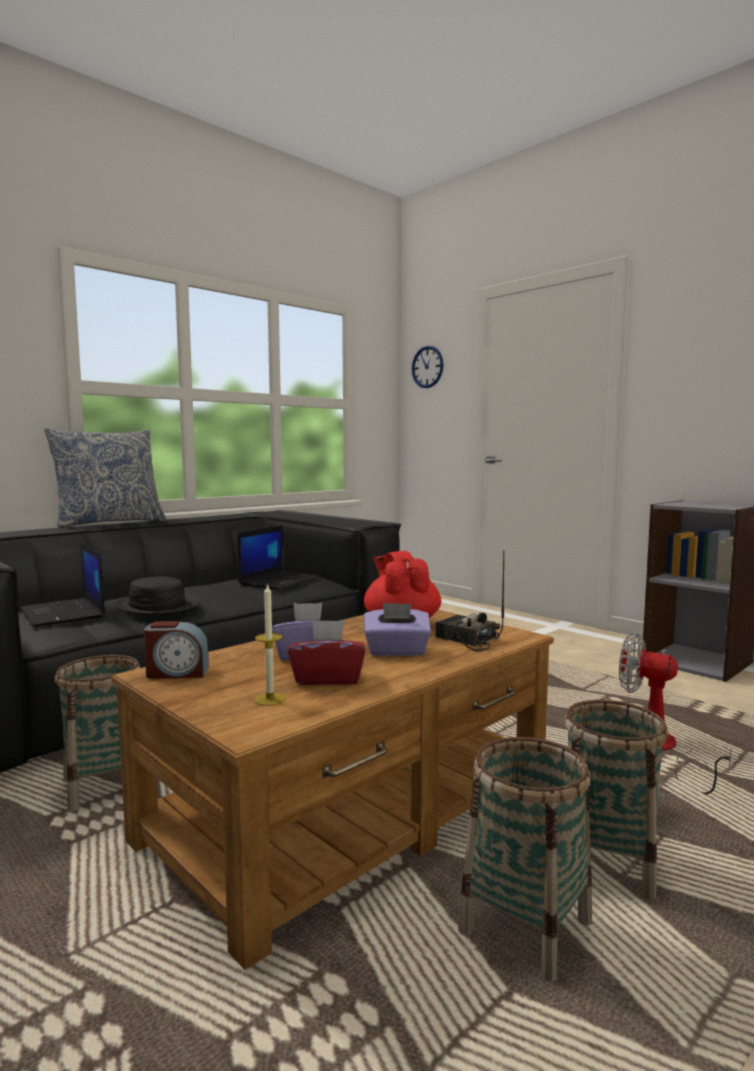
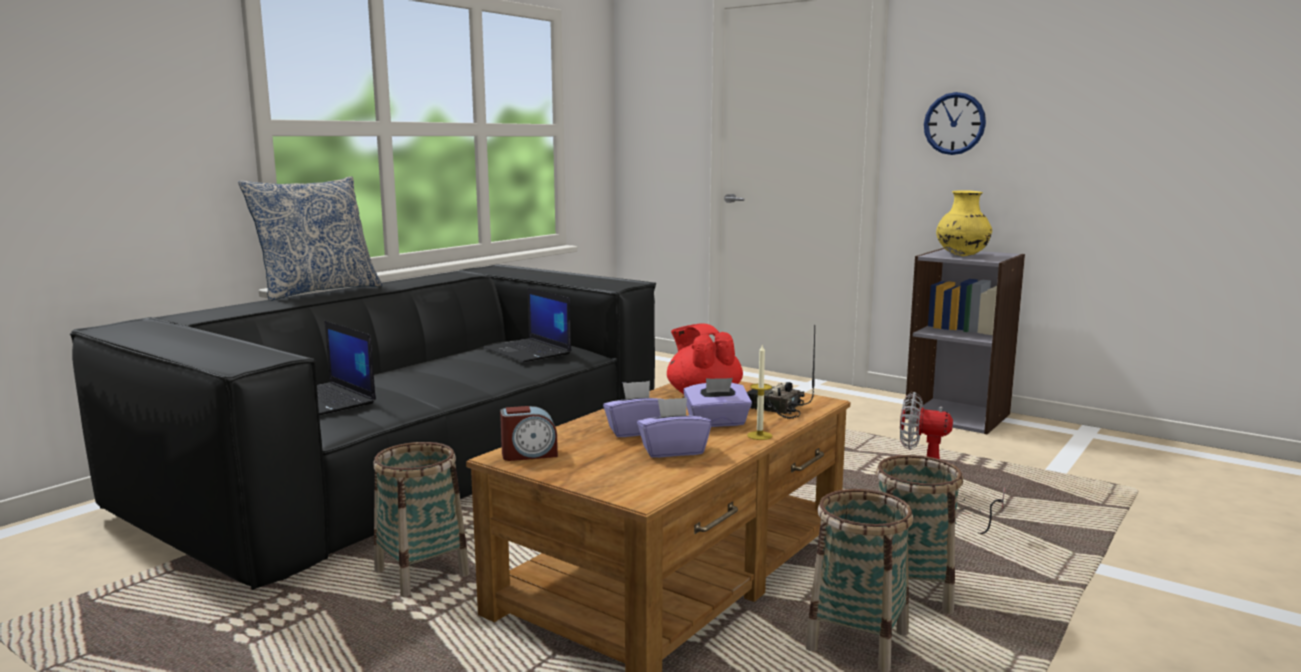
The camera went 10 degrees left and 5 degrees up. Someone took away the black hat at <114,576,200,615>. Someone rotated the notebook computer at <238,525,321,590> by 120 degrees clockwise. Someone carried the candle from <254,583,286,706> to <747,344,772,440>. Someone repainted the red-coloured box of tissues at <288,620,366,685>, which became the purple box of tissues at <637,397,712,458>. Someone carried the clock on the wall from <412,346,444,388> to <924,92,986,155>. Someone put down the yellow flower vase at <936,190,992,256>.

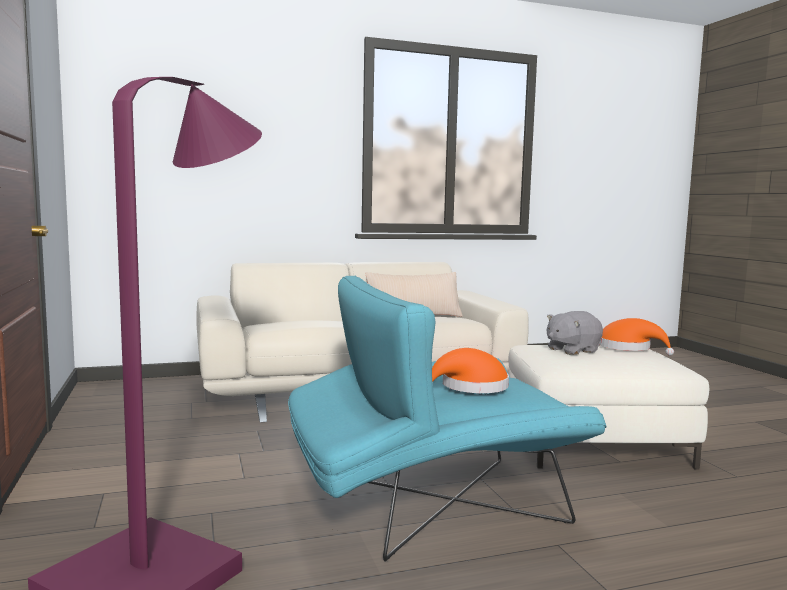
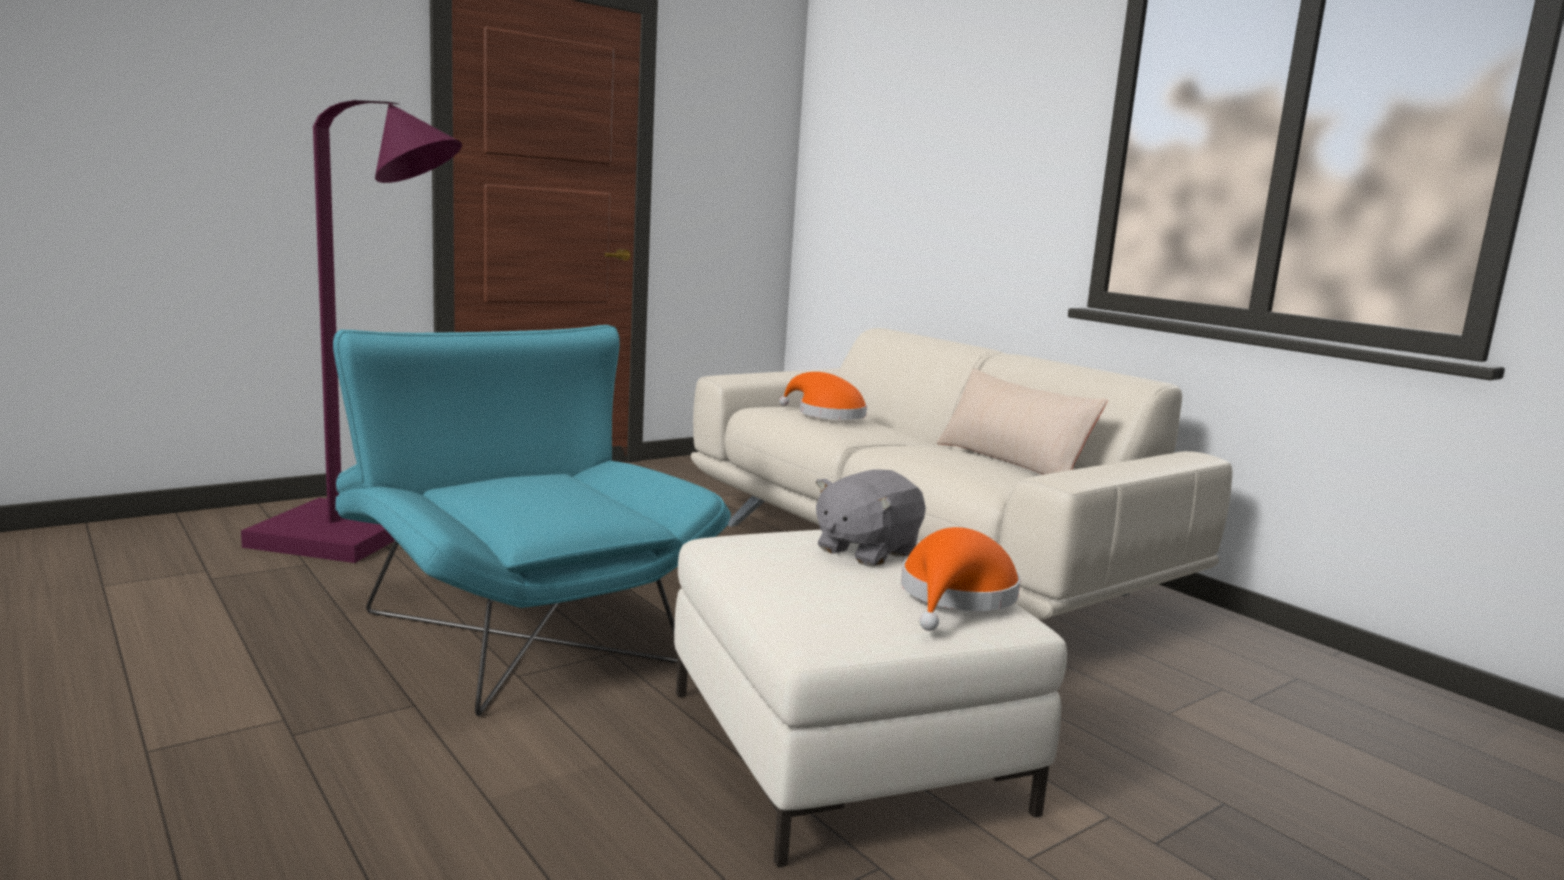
The camera went 70 degrees right and 5 degrees up. Someone carried the orangey hat from <432,348,509,393> to <779,372,867,420>. Someone rotated the grey soft toy at <547,311,603,355> by 90 degrees counterclockwise.

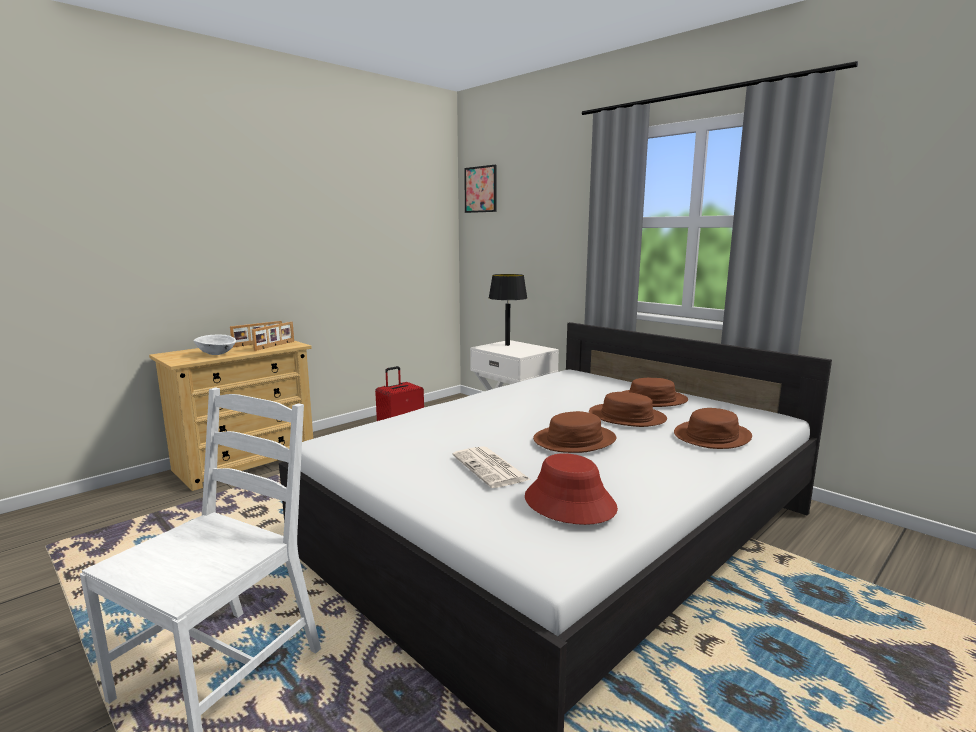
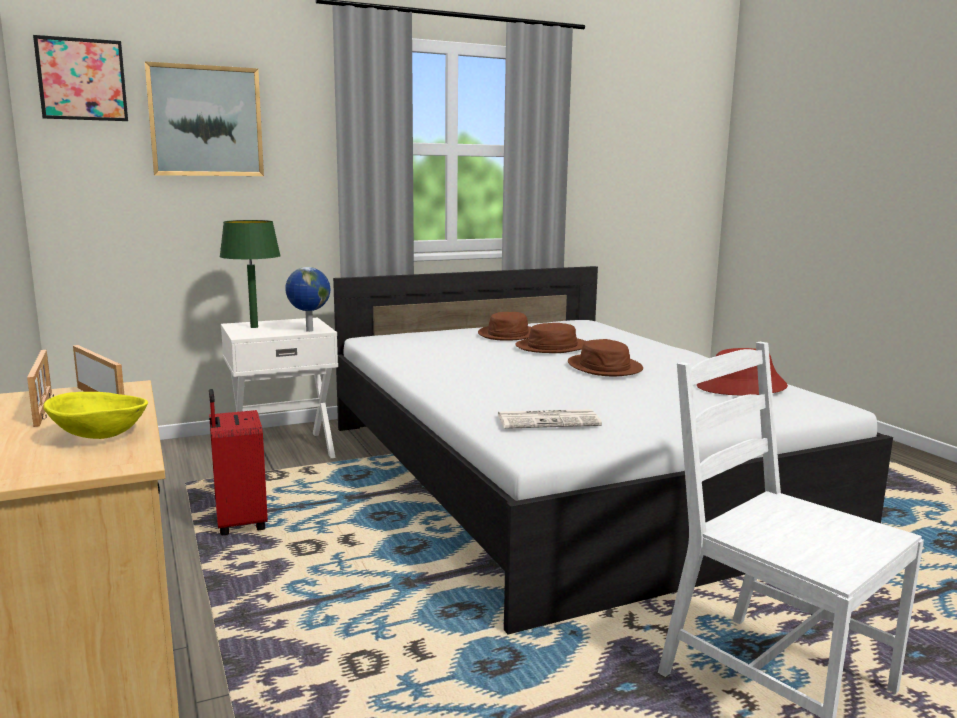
The camera went 70 degrees left and 0 degrees up. Someone repainted the white-coloured deep dish at <194,334,236,355>, which became the yellow deep dish at <43,392,148,439>. Someone carried the newspaper from <452,446,531,488> to <498,409,602,429>. Someone repainted the black lamp for a table at <489,274,527,346>, which became the green lamp for a table at <219,220,281,328>. Someone took away the brown-coloured hat at <674,408,752,449>. Someone put up the wall art at <144,61,264,176>. Someone put down the desk globe at <285,267,330,332>.

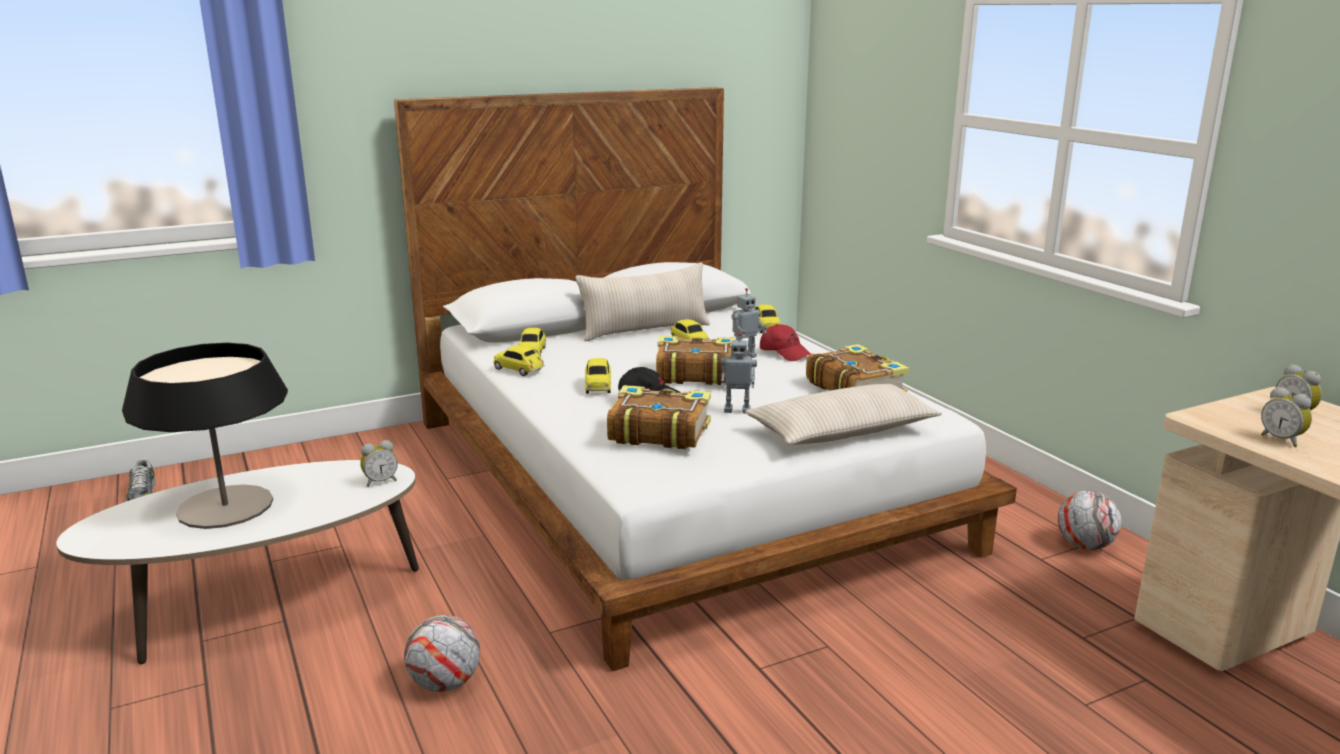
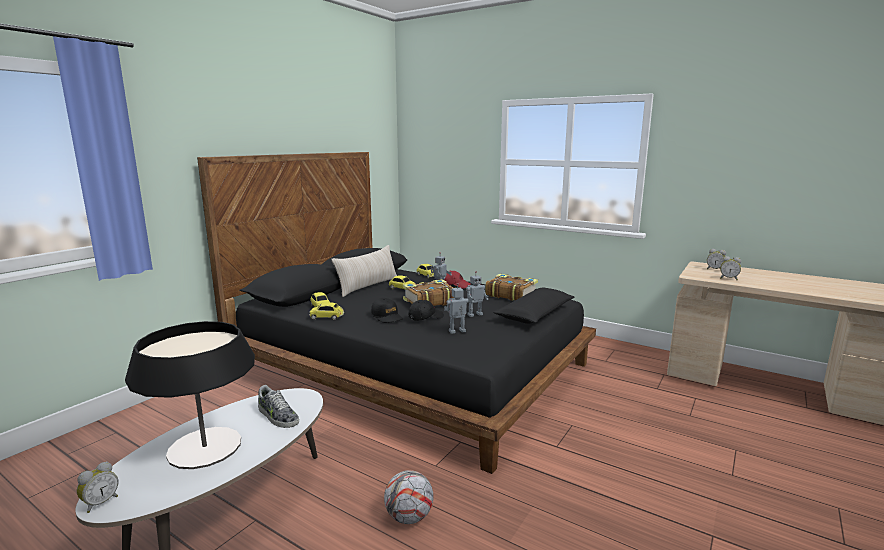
The camera went 30 degrees left and 5 degrees down. Someone carried the item of footwear from <126,458,156,501> to <258,385,299,428>. Someone carried the bedside clock from <360,440,398,487> to <77,461,119,513>. Someone repainted the white-coloured sleeping bed at <394,87,1017,671>, which became the black sleeping bed at <197,152,596,474>. Someone swapped the model car at <585,358,611,394> for the black cap at <371,298,403,323>. Someone swapped the volume at <607,385,711,450> for the model robot at <444,283,469,334>. Someone repainted the sand-coloured pillow at <745,384,942,445>, which became the black pillow at <493,288,574,324>. Someone took away the football ball at <1058,491,1121,550>.

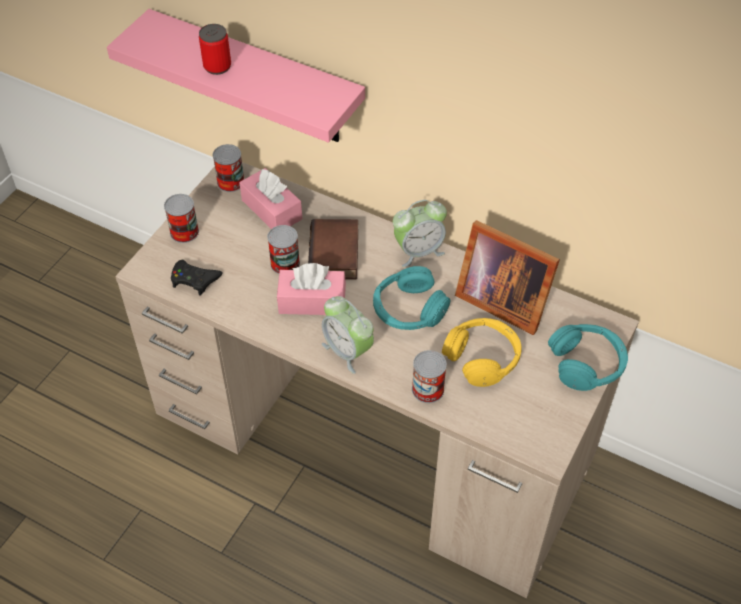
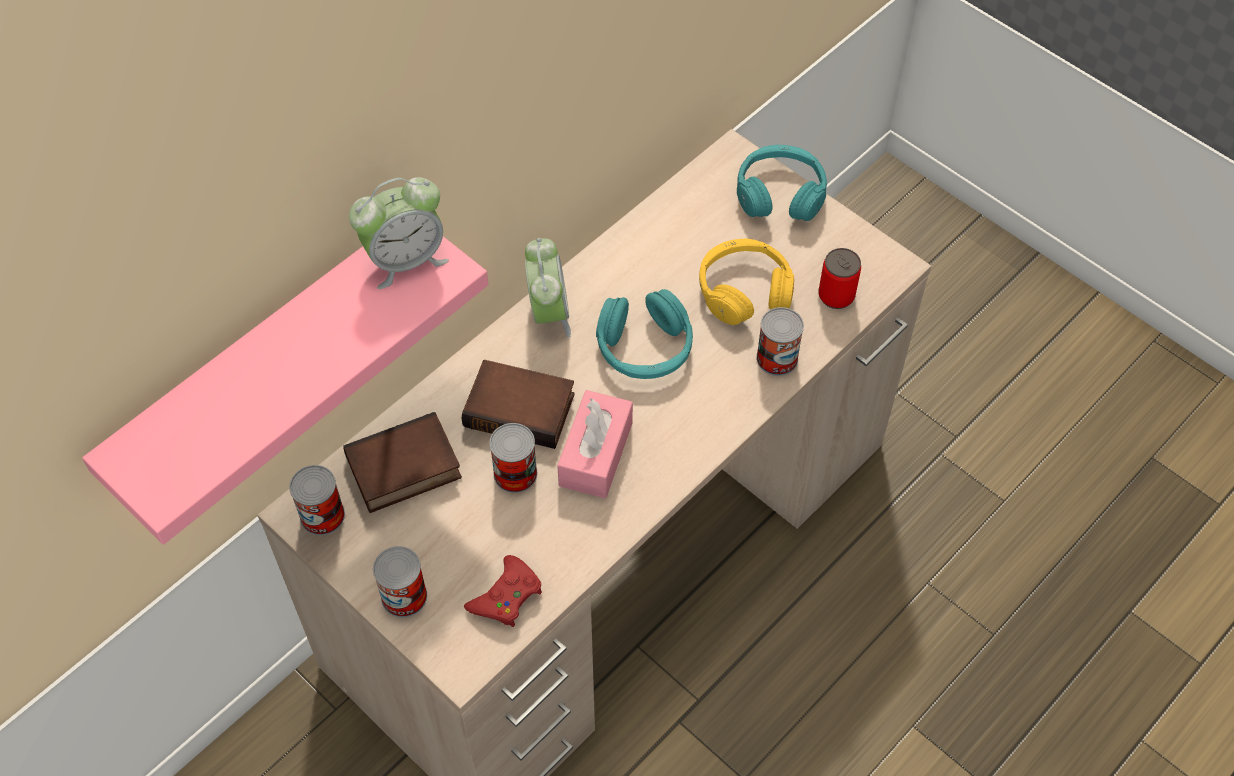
The camera went 75 degrees left and 5 degrees up. Someone repainted the black gamepad at <171,260,222,296>, which became the red-coloured gamepad at <464,555,542,627>. Someone carried the sealed can from <199,24,231,75> to <818,248,861,309>. Someone swapped the pinkish box of tissues at <239,168,302,229> for the volume at <343,412,462,513>. Someone carried the bedside clock from <322,296,374,374> to <349,177,449,289>. Someone took away the standing frame at <455,220,560,335>.

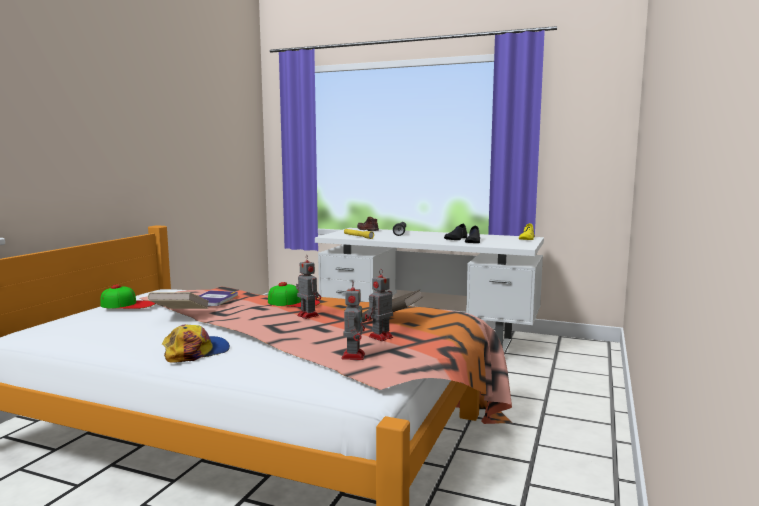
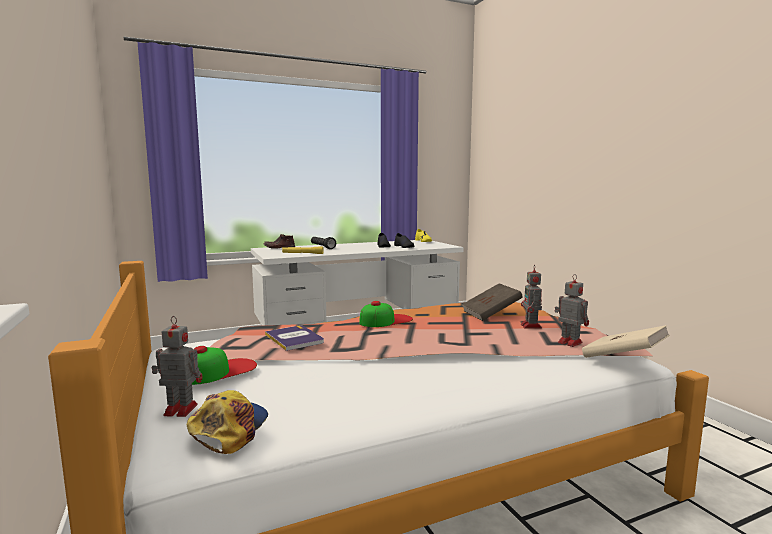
The camera went 45 degrees left and 0 degrees up. Someone carried the sand-coloured volume from <148,292,209,309> to <582,325,670,358>. Someone carried the cap from <162,324,230,363> to <187,390,268,454>. Someone carried the model robot from <296,255,321,319> to <152,316,202,417>.

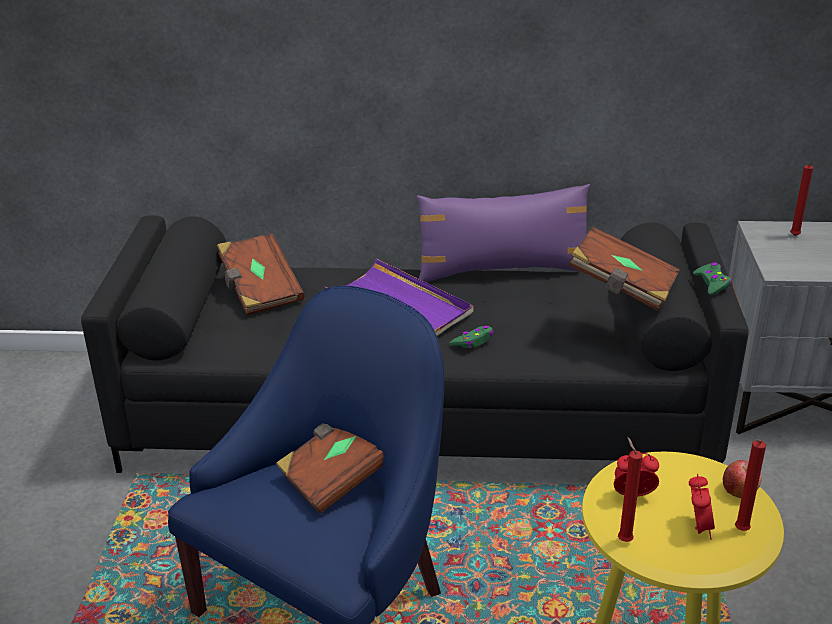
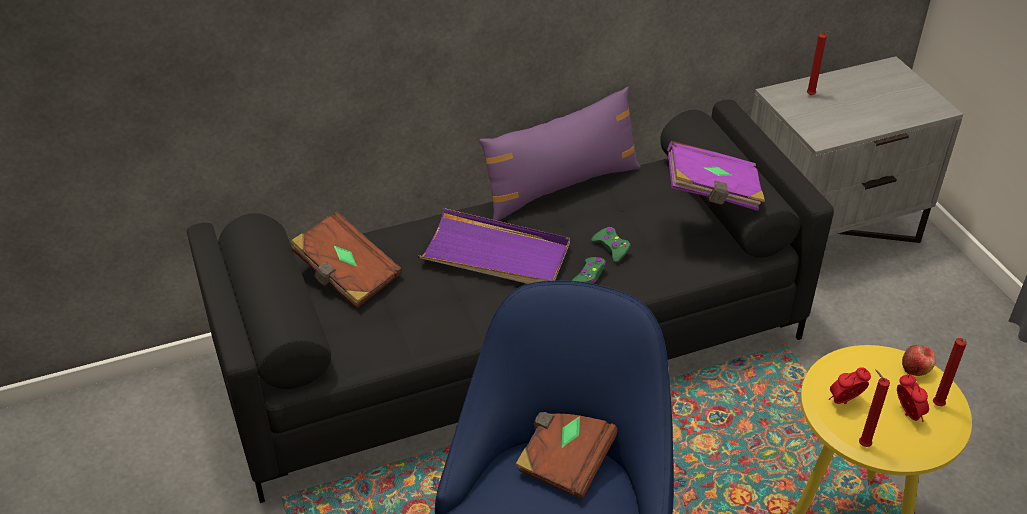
The camera went 25 degrees left and 10 degrees up. Someone repainted the brown-coloured volume at <568,226,680,311>, which became the purple volume at <667,141,765,211>. Someone carried the green gamepad from <693,262,731,295> to <591,227,631,262>.

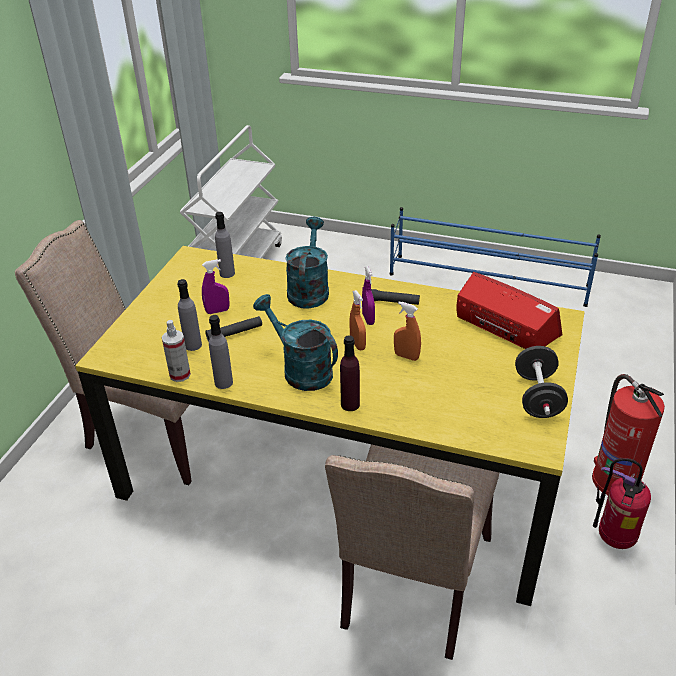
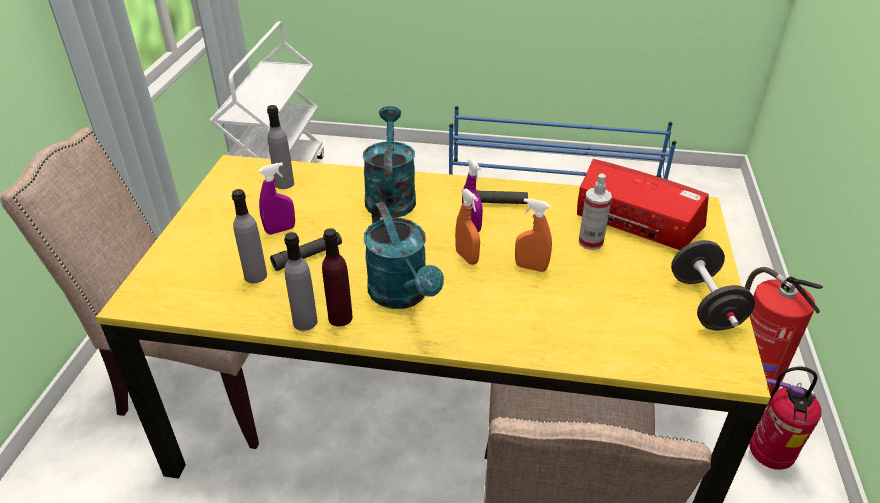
The camera went 10 degrees left and 0 degrees up. Someone carried the sprayer from <162,320,191,382> to <579,173,612,250>. Someone rotated the turquoise sprinkling can at <253,294,338,391> by 150 degrees counterclockwise. Someone carried the purple beverage bottle from <340,335,360,411> to <322,228,353,326>.

